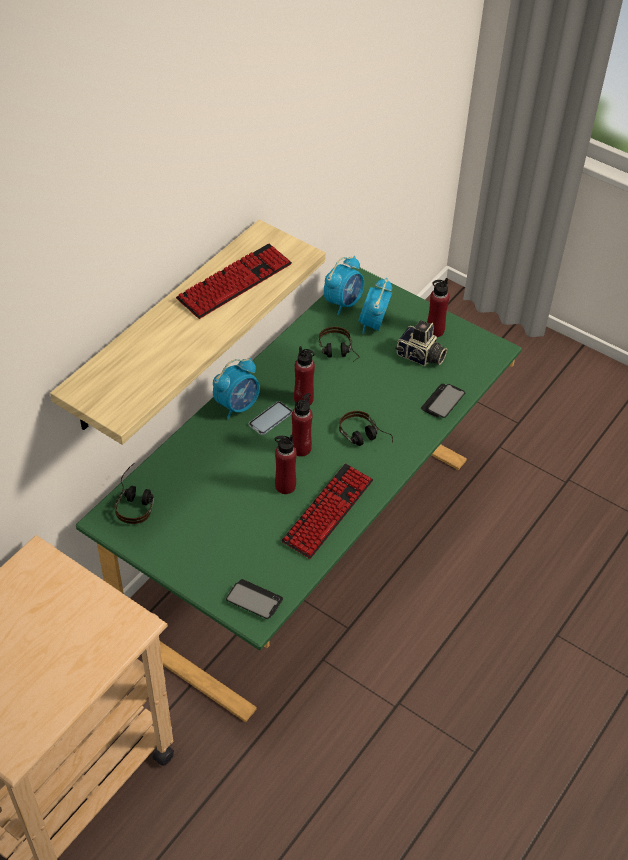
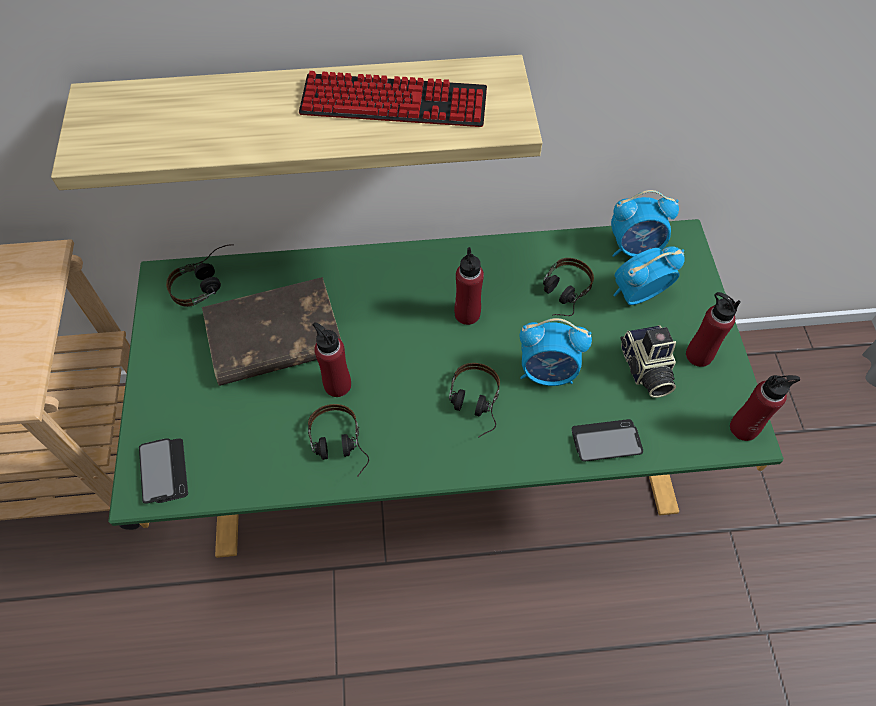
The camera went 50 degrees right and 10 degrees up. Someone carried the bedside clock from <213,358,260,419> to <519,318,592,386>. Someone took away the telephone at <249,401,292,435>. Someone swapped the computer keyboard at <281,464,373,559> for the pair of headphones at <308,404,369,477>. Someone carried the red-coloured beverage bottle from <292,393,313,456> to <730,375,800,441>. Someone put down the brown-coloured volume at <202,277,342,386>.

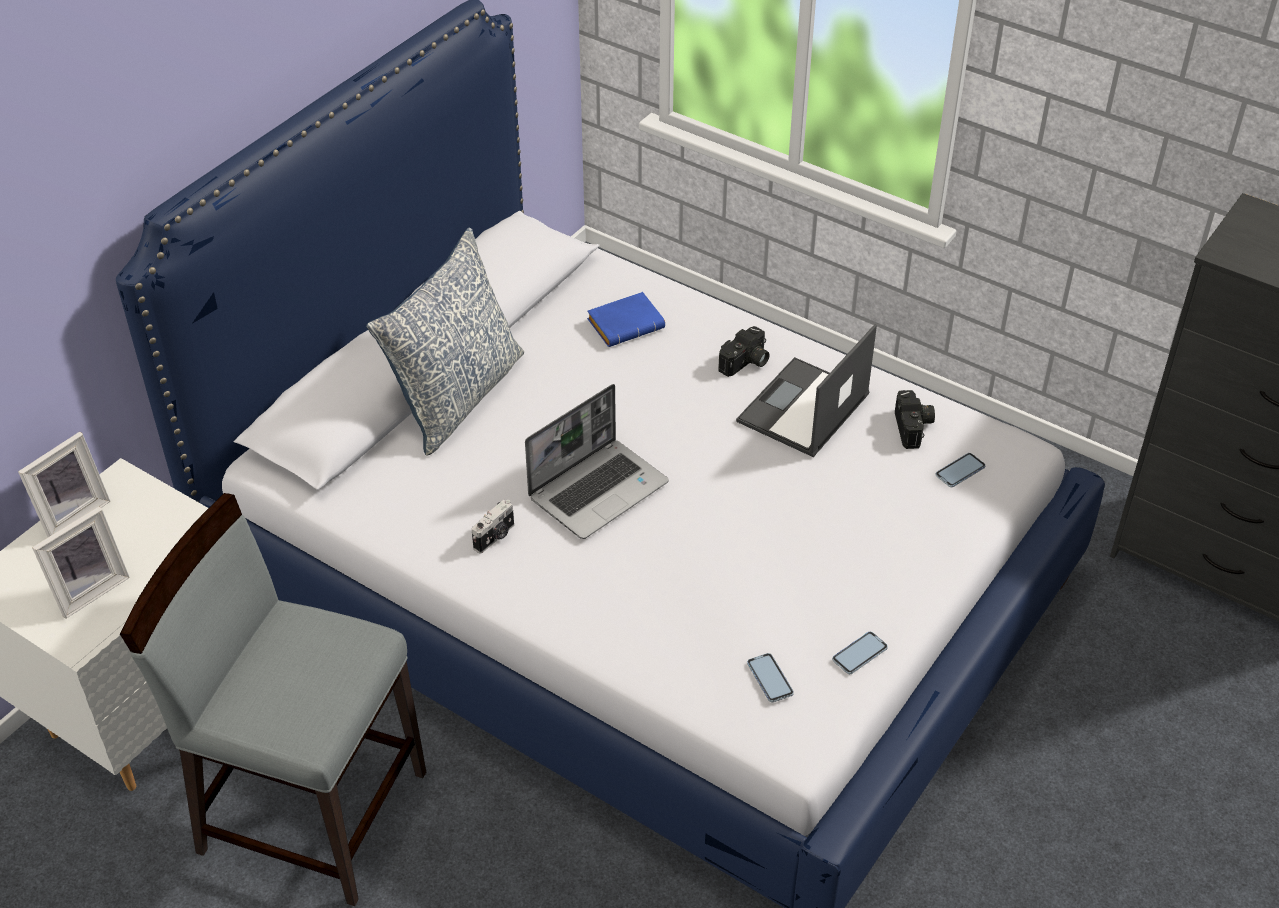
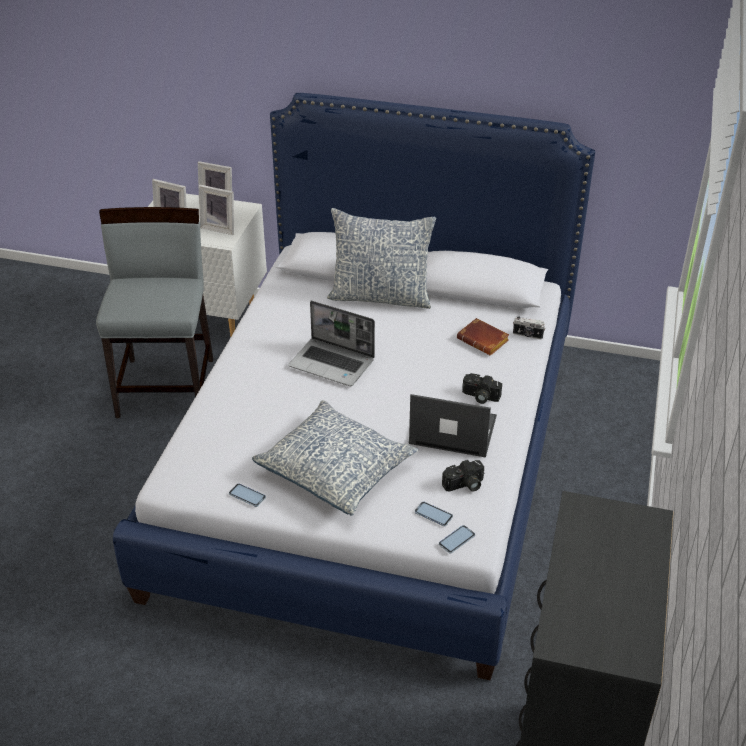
The camera went 70 degrees right and 5 degrees down. Someone carried the photo camera from <472,500,514,554> to <513,317,545,340>. Someone repainted the blue-coloured volume at <587,292,665,347>, which became the brown-coloured volume at <457,318,509,355>. Someone carried the telephone from <747,653,794,702> to <439,525,475,553>. Someone put down the standing frame at <199,185,234,235>. Someone put down the pillow at <252,400,418,516>.

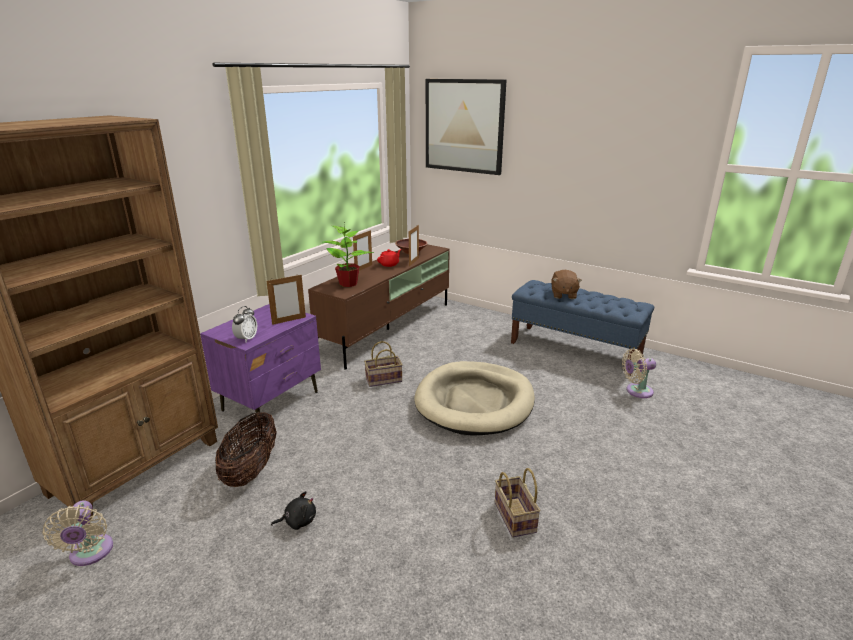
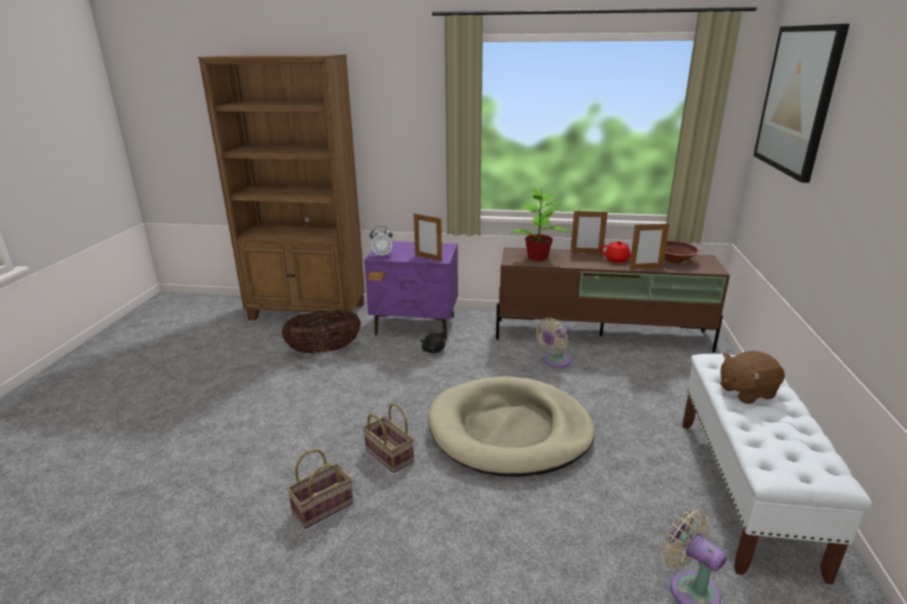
The camera went 65 degrees right and 0 degrees up. Someone carried the sand-coloured electric fan from <42,500,113,566> to <536,318,571,368>. Someone carried the black soft toy from <271,491,316,530> to <420,333,446,353>. Someone carried the household basket from <364,341,403,387> to <363,403,414,473>. Someone repainted the blue-coloured indoor bench at <511,280,654,376>, which became the white-coloured indoor bench at <682,354,872,584>.

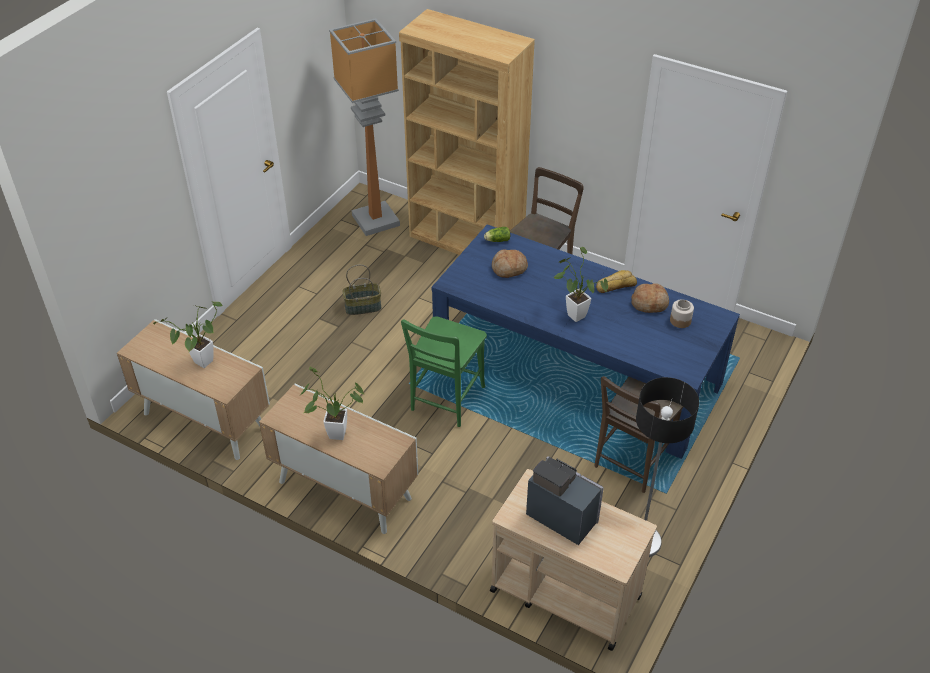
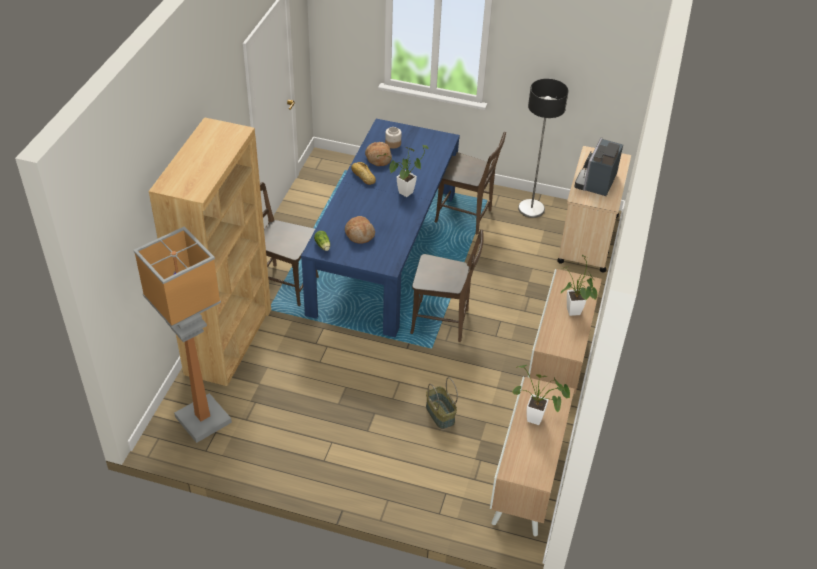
The camera went 105 degrees left and 0 degrees up. Someone carried the household basket from <342,264,381,315> to <426,377,458,429>. Someone repainted the green upright chair at <401,316,487,427>, which became the brown-coloured upright chair at <410,230,484,342>.

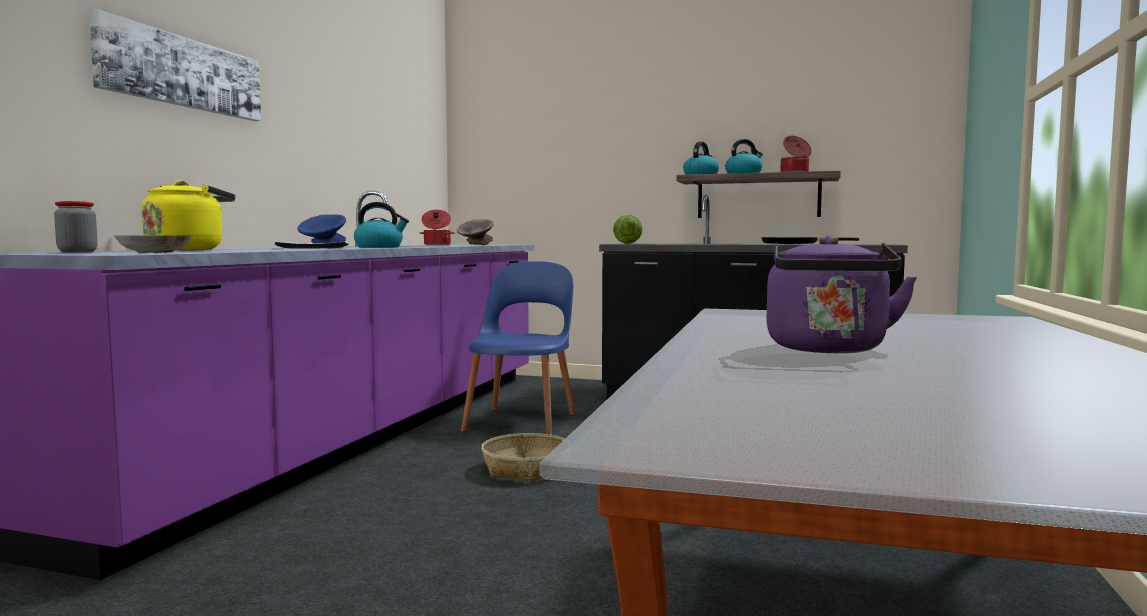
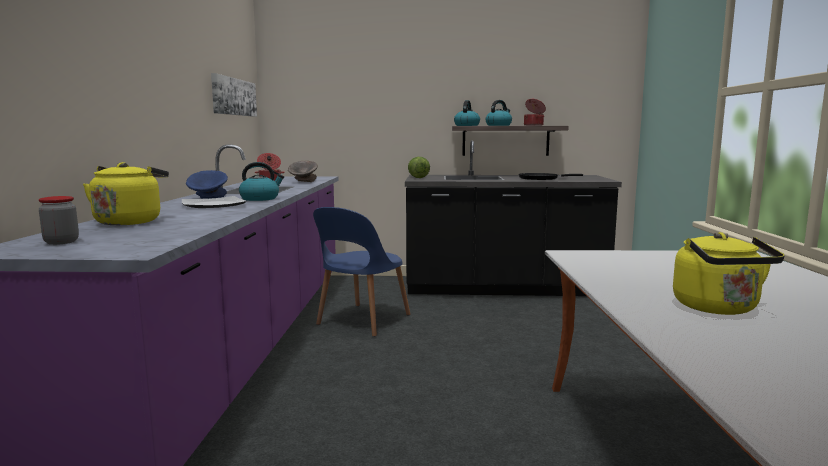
The camera went 15 degrees left and 5 degrees up. Someone carried the wall art from <89,9,261,121> to <211,73,257,117>. Someone took away the flat dish at <114,235,192,253>. Someone rotated the blue-coloured upright chair at <461,261,576,435> by 150 degrees counterclockwise. Someone took away the household basket at <481,433,564,482>. Someone repainted the purple water kettle at <766,235,917,353>, which became the yellow water kettle at <673,232,785,315>.

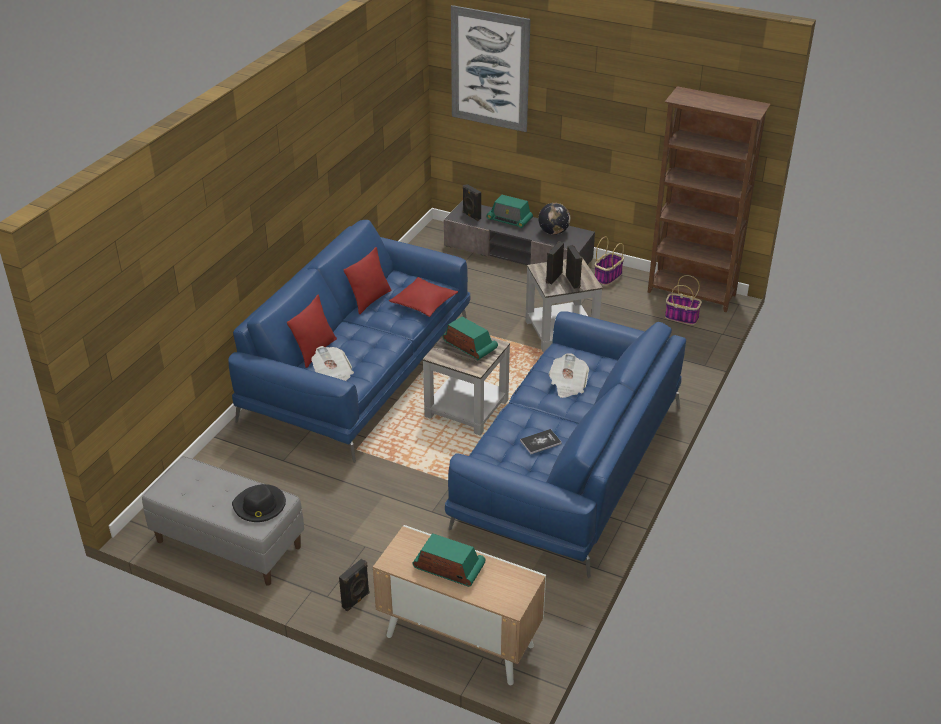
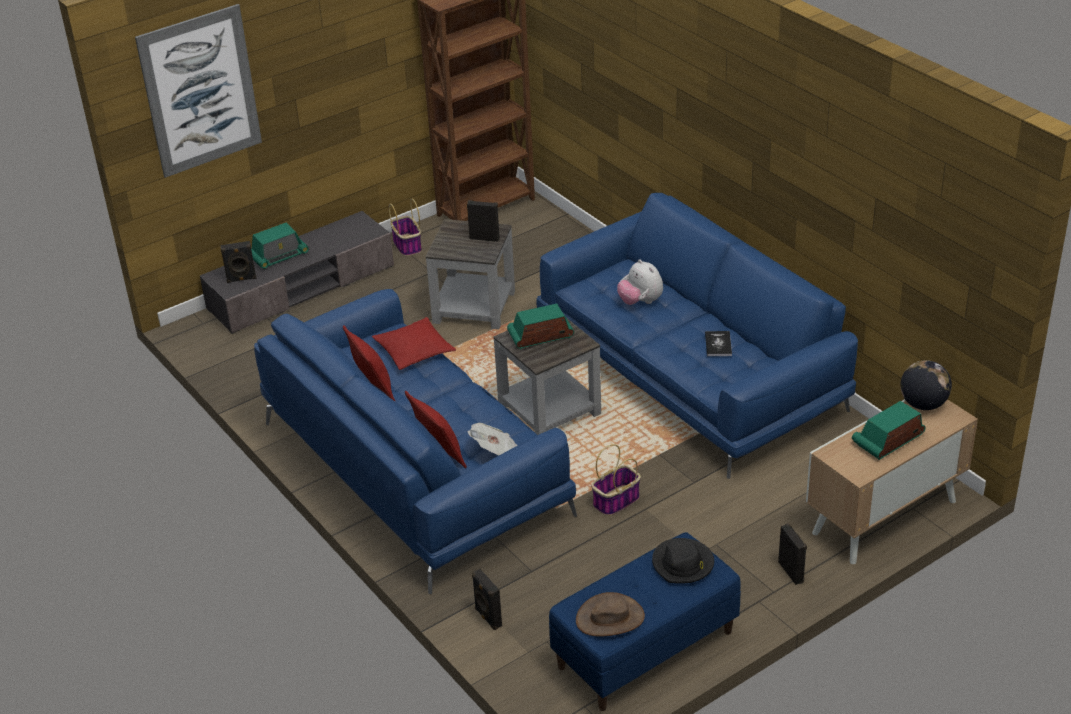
The camera went 60 degrees left and 0 degrees up. Someone repainted the grey indoor bench at <142,456,304,586>, which became the blue-coloured indoor bench at <549,532,741,711>. Someone carried the desk globe from <538,203,570,235> to <900,360,952,410>. Someone carried the black loudspeaker from <546,241,564,284> to <472,569,502,630>. Someone swapped the newspaper at <549,353,589,398> for the soft toy at <617,259,663,305>. Someone carried the household basket from <665,275,702,325> to <591,444,641,516>. Someone put down the brown-coloured hat at <576,592,645,637>.

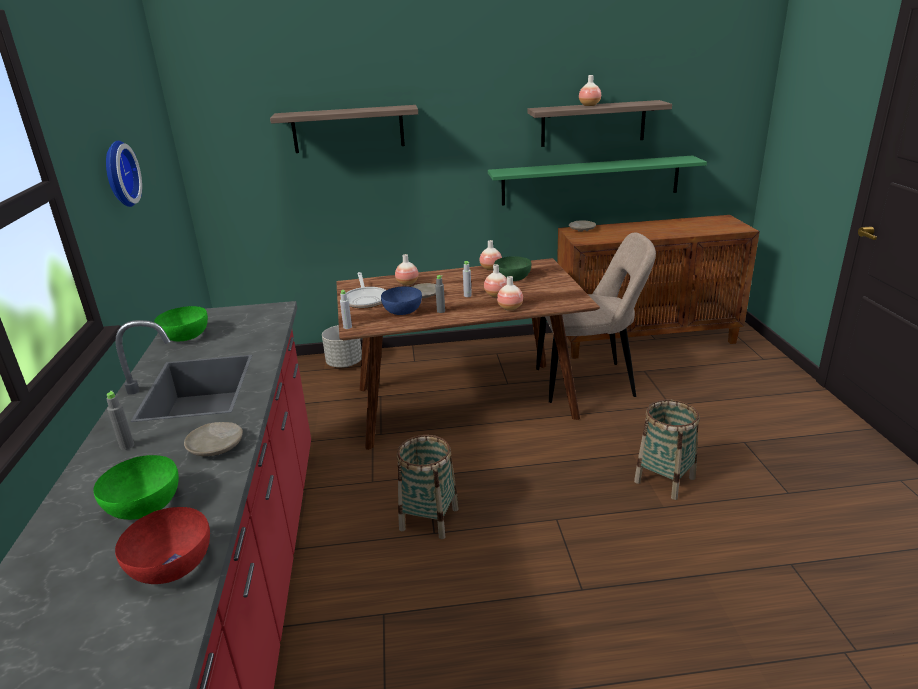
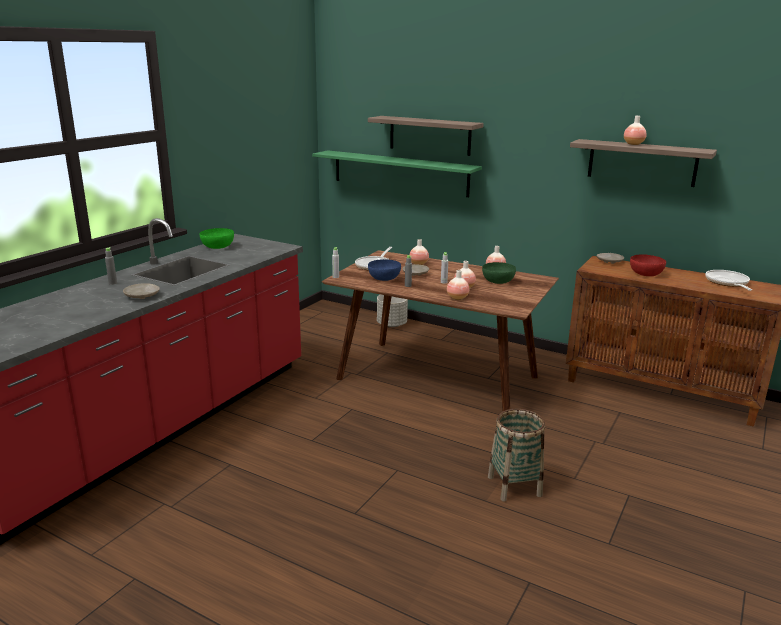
The camera went 35 degrees right and 5 degrees down. Someone took away the green deep dish at <93,455,179,520>. Someone took away the clock on the wall at <106,141,142,207>. Someone carried the red-coloured deep dish from <115,507,210,584> to <630,254,666,276>. Someone took away the household basket at <397,435,459,539>. Someone carried the green wall shelf from <488,155,707,206> to <312,150,482,197>. Someone took away the sand-coloured upright chair at <536,233,656,403>. Someone put down the pan at <705,270,752,291>.

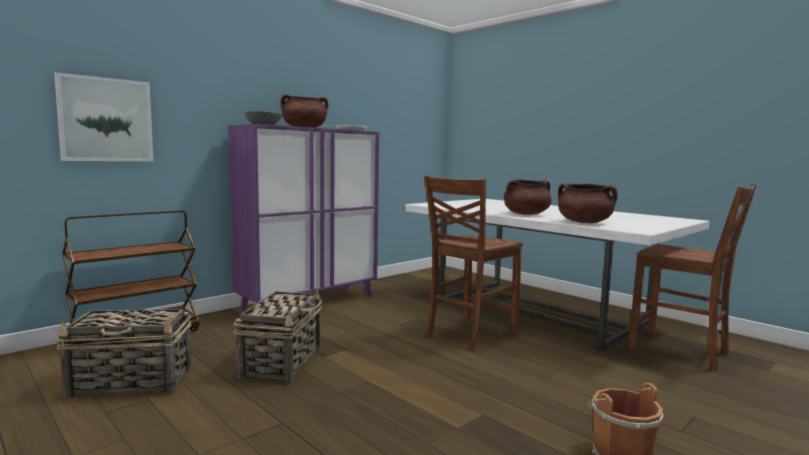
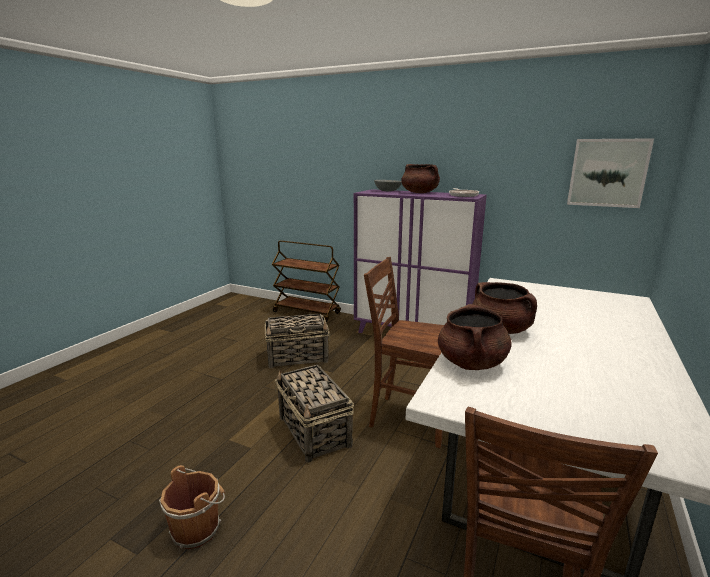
The camera went 70 degrees right and 10 degrees up. Someone carried the wall art from <54,72,154,161> to <567,138,654,208>. Someone carried the household basket from <56,309,191,399> to <275,365,354,463>.

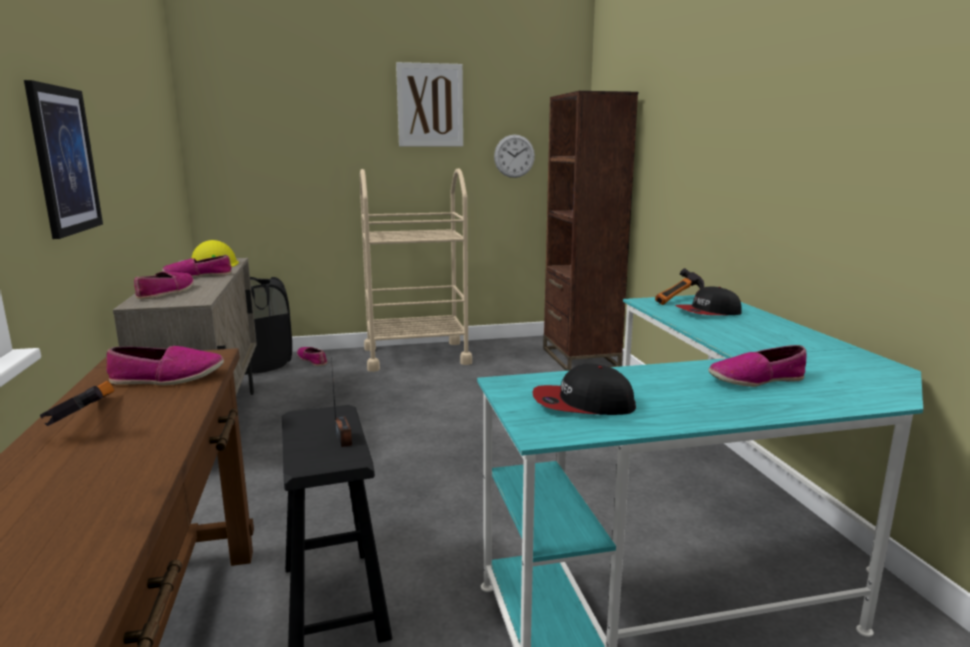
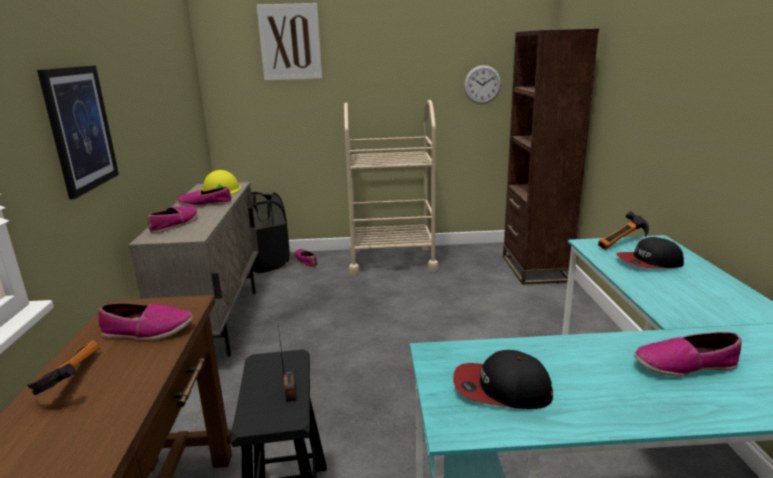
The camera went 10 degrees right and 5 degrees up. Someone carried the wall art from <396,62,463,147> to <257,3,322,81>.

